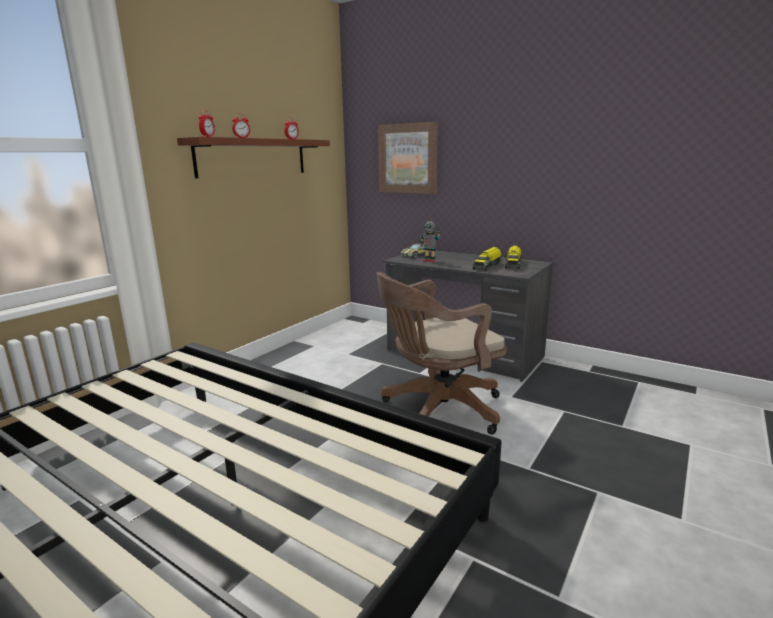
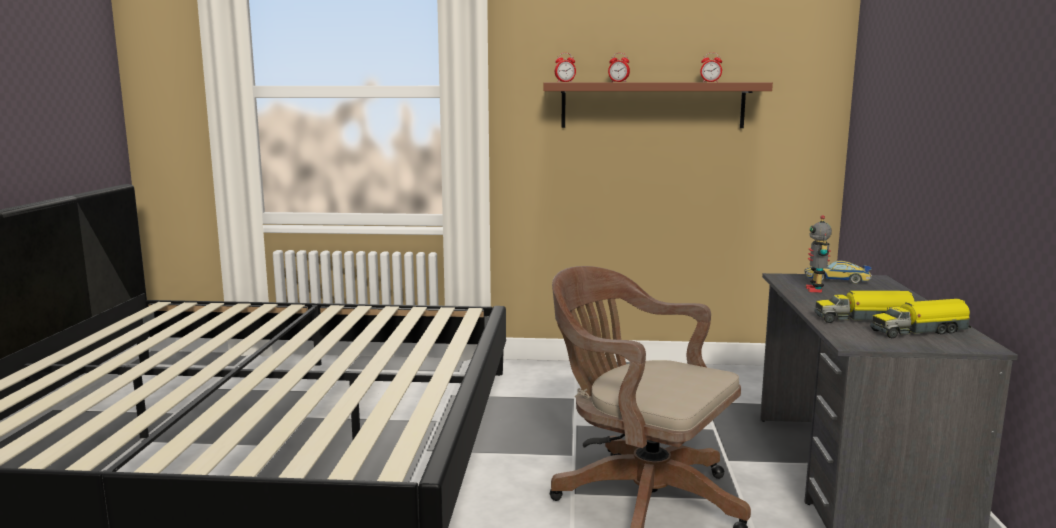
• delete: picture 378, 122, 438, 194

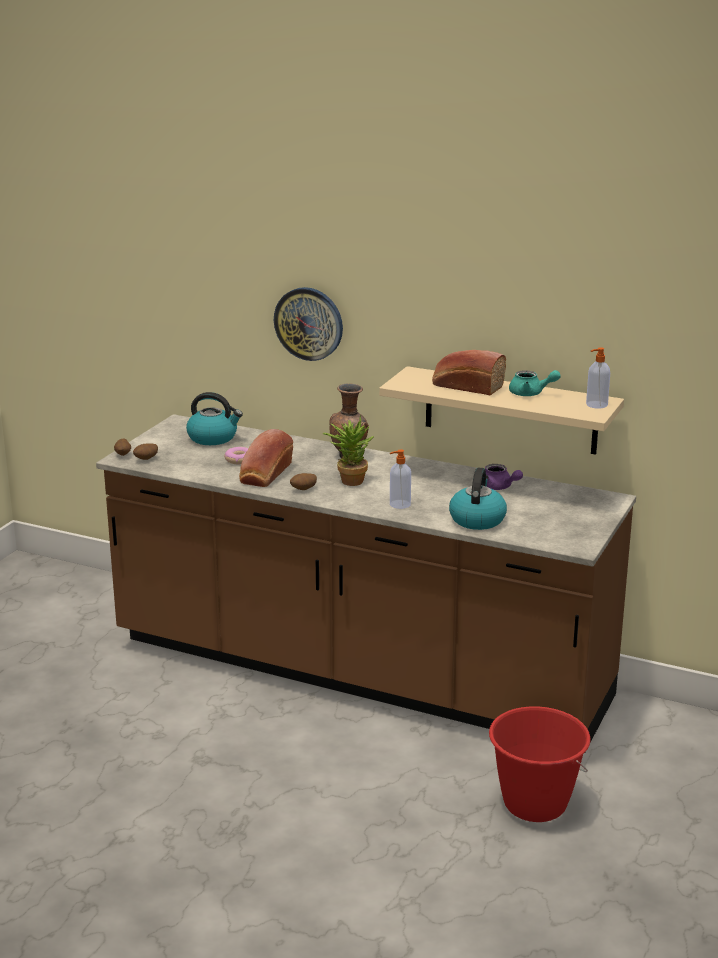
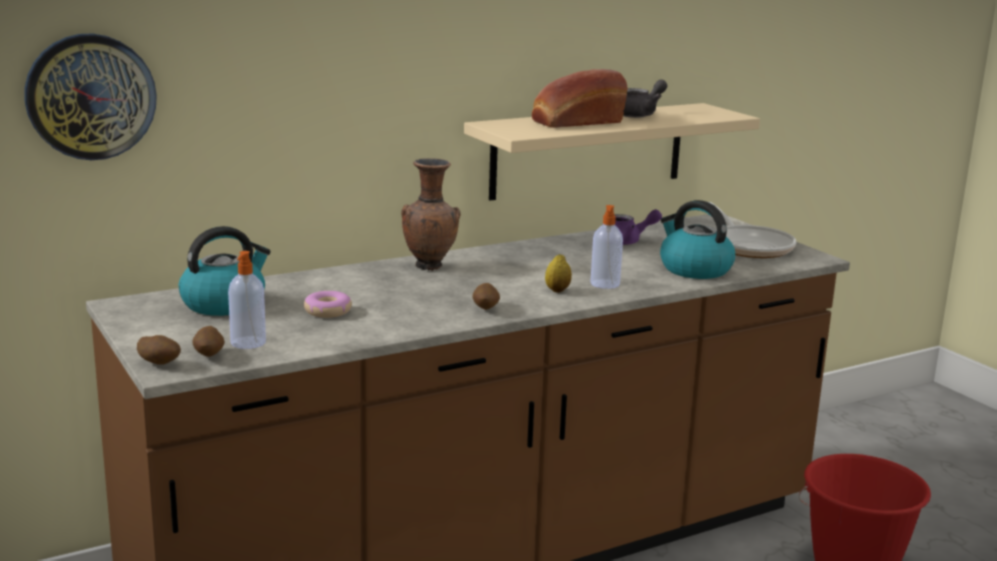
• move: wall clock 274, 287, 343, 361 to 24, 34, 157, 160
• move: soap dispenser 586, 347, 610, 409 to 228, 251, 266, 349
• recolor: turquoise teapot 509, 370, 561, 396 to grey teapot 623, 79, 667, 118
• delete: potted plant 323, 414, 374, 486
• delete: bread 239, 429, 293, 487
• insert: frying pan 709, 202, 796, 258
• insert: lemon 545, 254, 572, 293

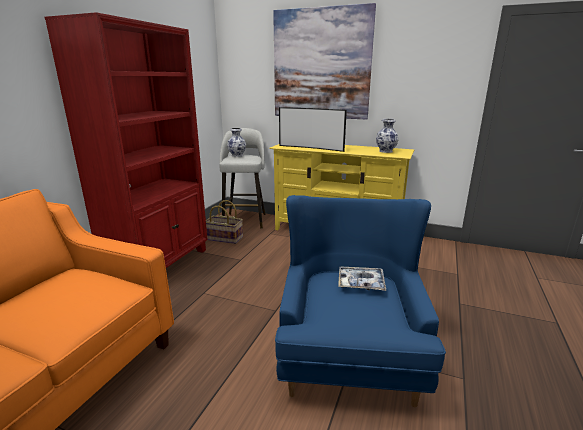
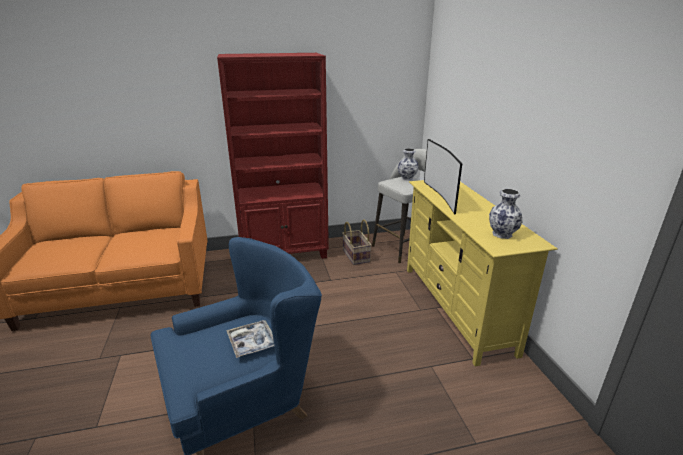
• delete: picture 273, 3, 376, 120

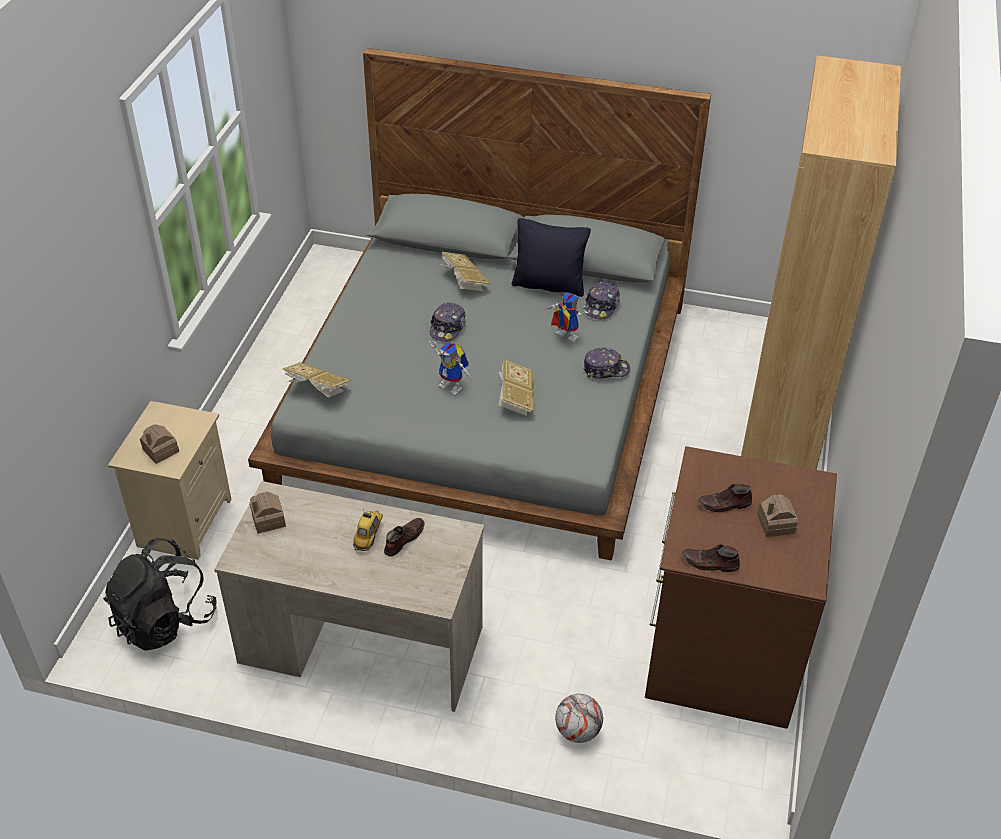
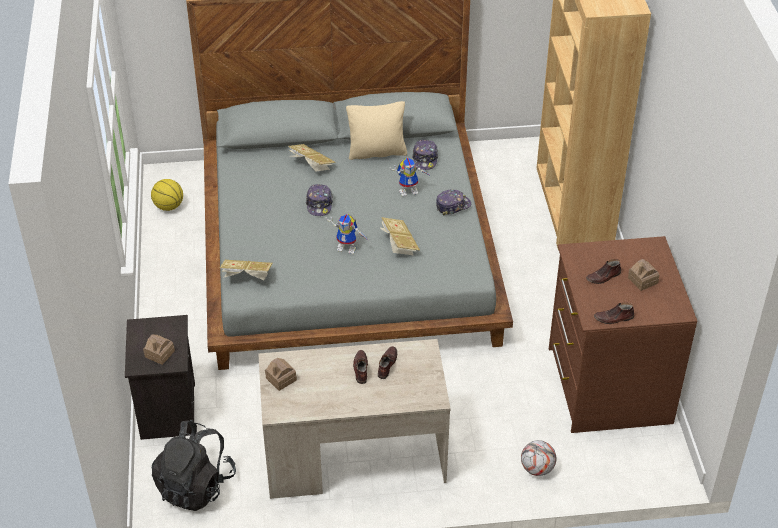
• recolor: black pillow 512, 218, 591, 297 to beige pillow 346, 101, 407, 160
• rotate: toy robot 544, 293, 590, 343 = 390, 158, 431, 197 150 degrees clockwise
• recolor: beige nightstand 108, 401, 232, 560 to black nightstand 125, 315, 195, 440
• replace: toy car 353, 510, 383, 551 to brown shoe 353, 350, 368, 384
• insert: basketball 151, 179, 183, 211

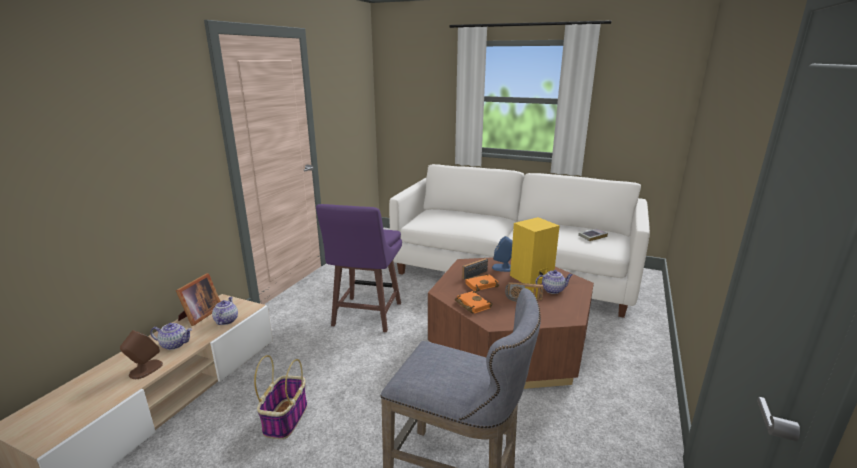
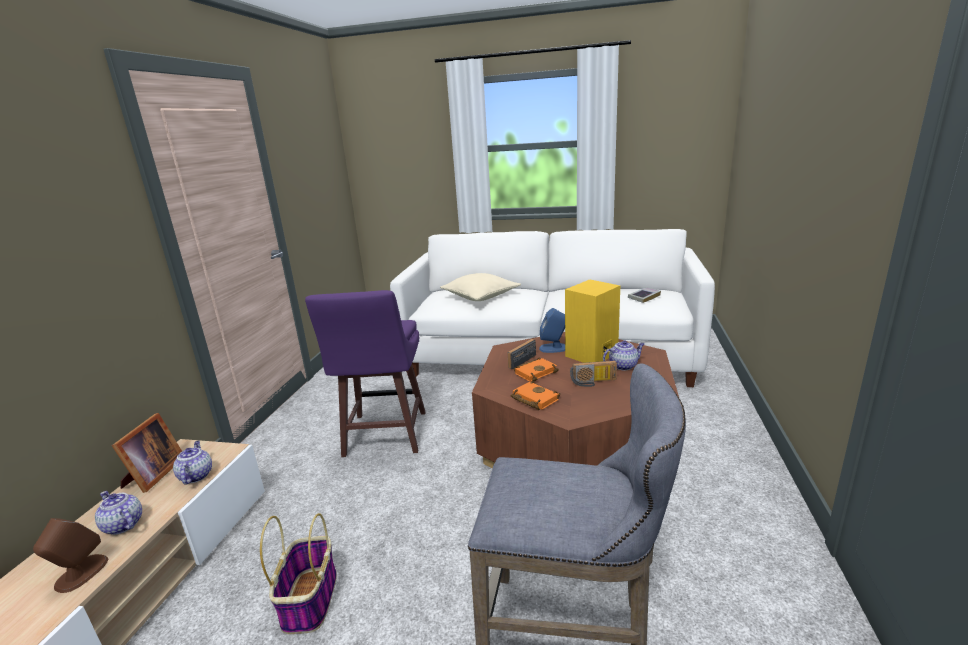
• rotate: teapot 150, 323, 192, 350 = 95, 491, 142, 535 135 degrees counterclockwise
• insert: beige pillow 440, 273, 521, 301

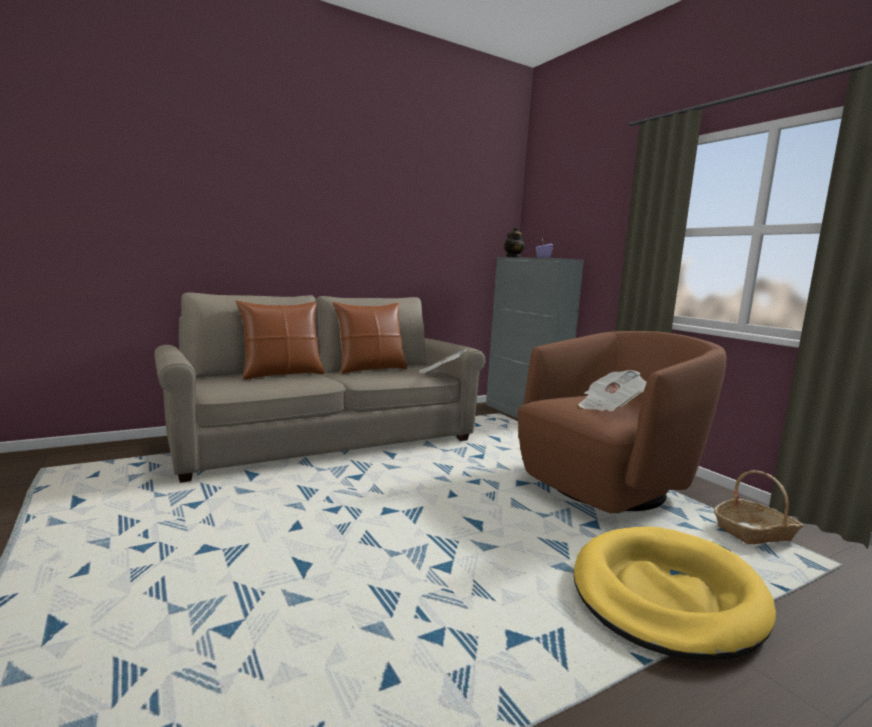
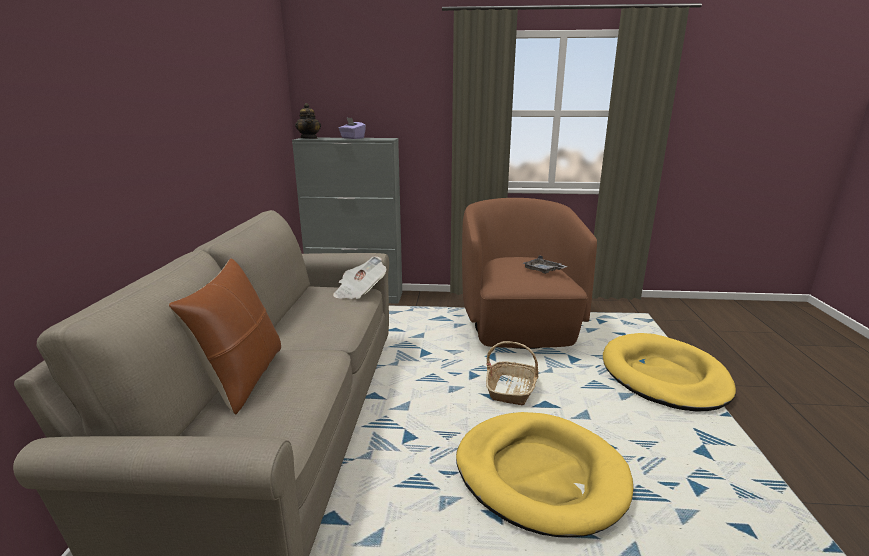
• delete: brown pillow 332, 302, 407, 374
• replace: newspaper 578, 370, 647, 411 to grey tray 523, 256, 568, 274
• move: basket 714, 470, 804, 544 to 486, 341, 539, 406
• insert: yellow dog bed 456, 412, 633, 537

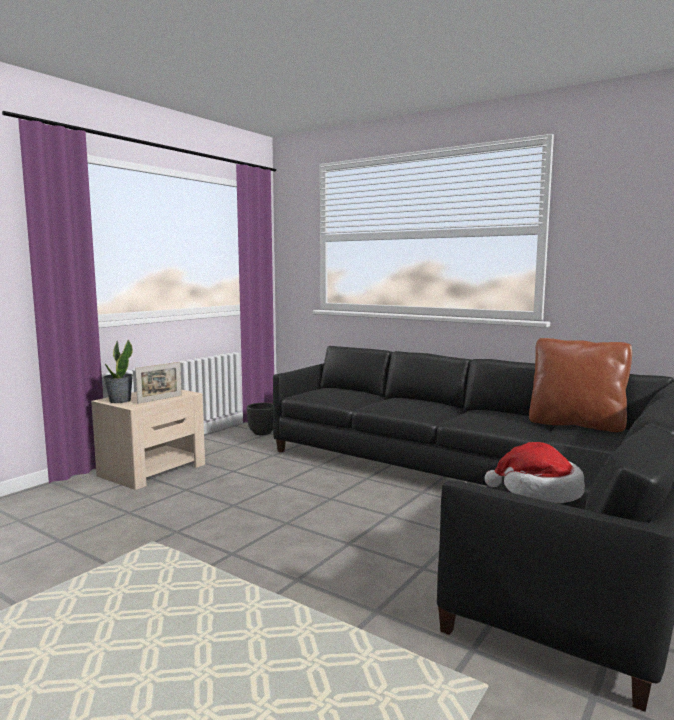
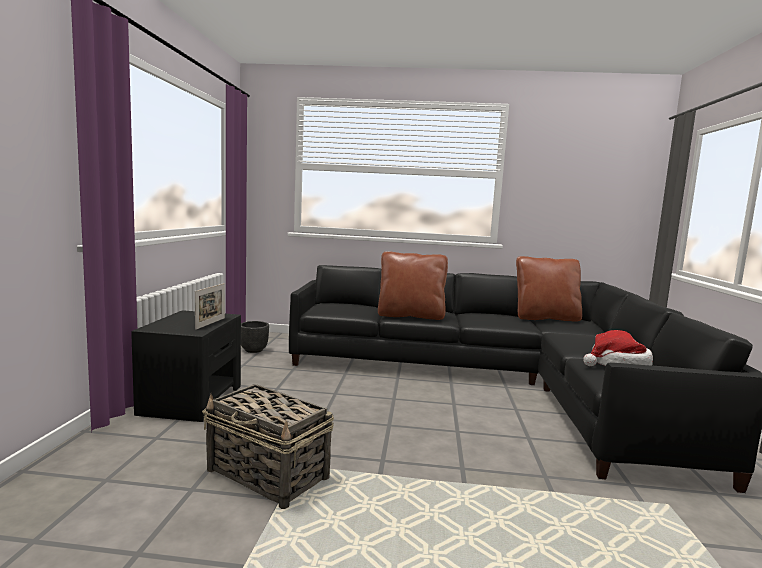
• delete: potted plant 103, 339, 133, 403
• recolor: beige nightstand 91, 390, 205, 490 to black nightstand 131, 310, 241, 422
• insert: brown pillow 378, 251, 448, 320
• insert: basket 202, 384, 334, 509

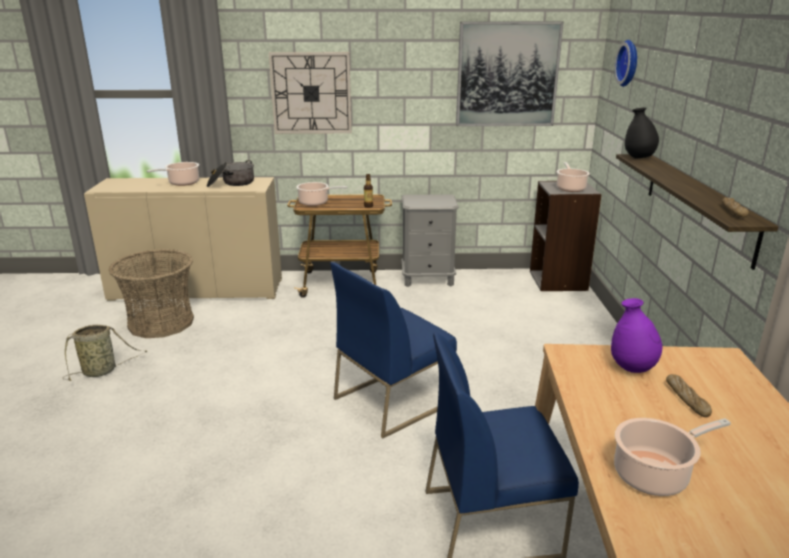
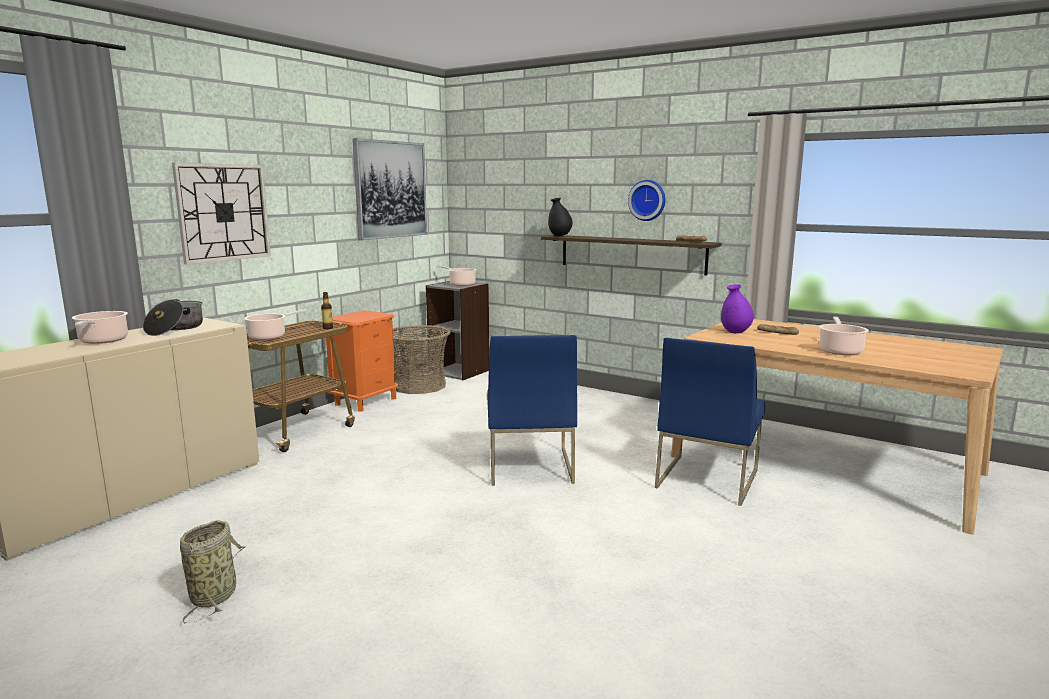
• move: wall clock 614, 40, 637, 87 to 628, 180, 666, 221
• recolor: grey nightstand 401, 194, 459, 287 to orange nightstand 326, 310, 398, 412
• move: basket 109, 249, 194, 338 to 393, 325, 451, 394

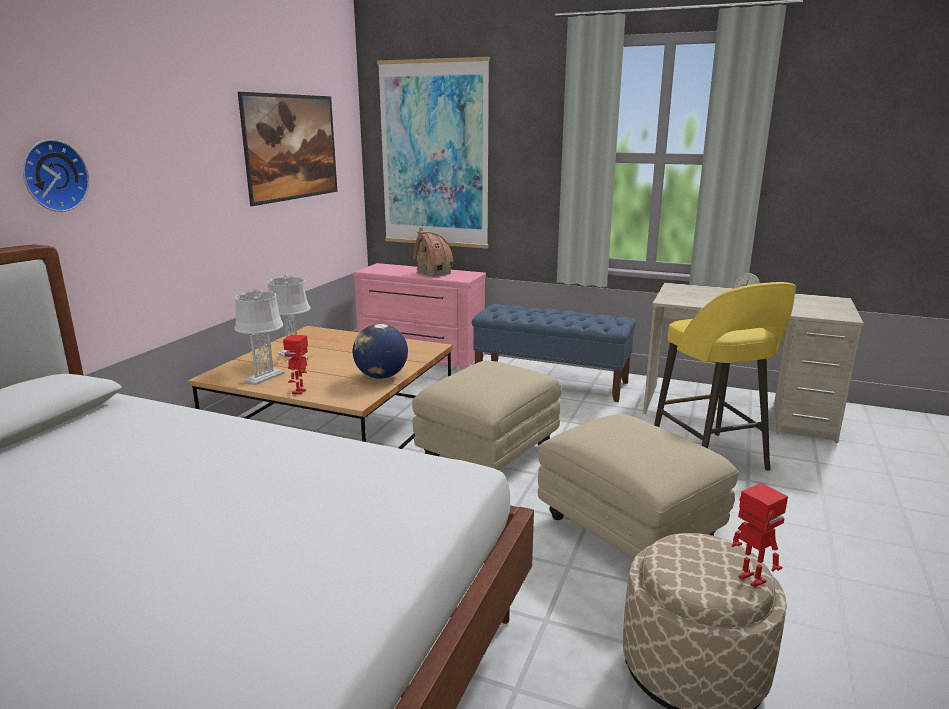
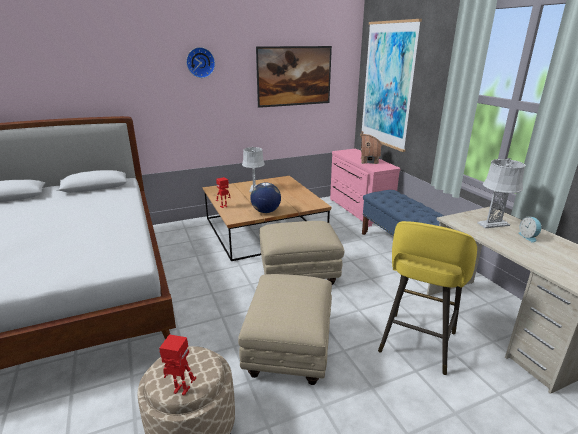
• move: wall clock 23, 139, 89, 212 to 186, 47, 215, 78
• move: grey table lamp 234, 289, 285, 385 to 477, 158, 526, 228
• rotate: toy robot 732, 483, 788, 587 = 159, 334, 196, 396 90 degrees counterclockwise

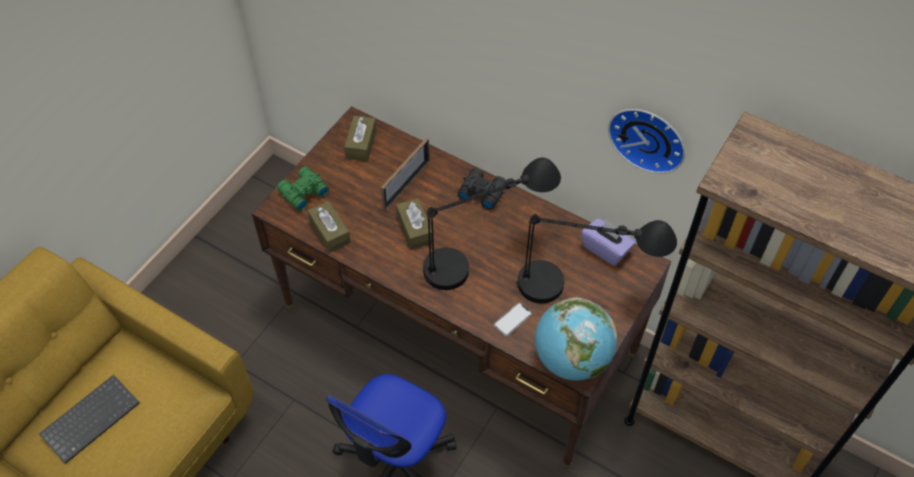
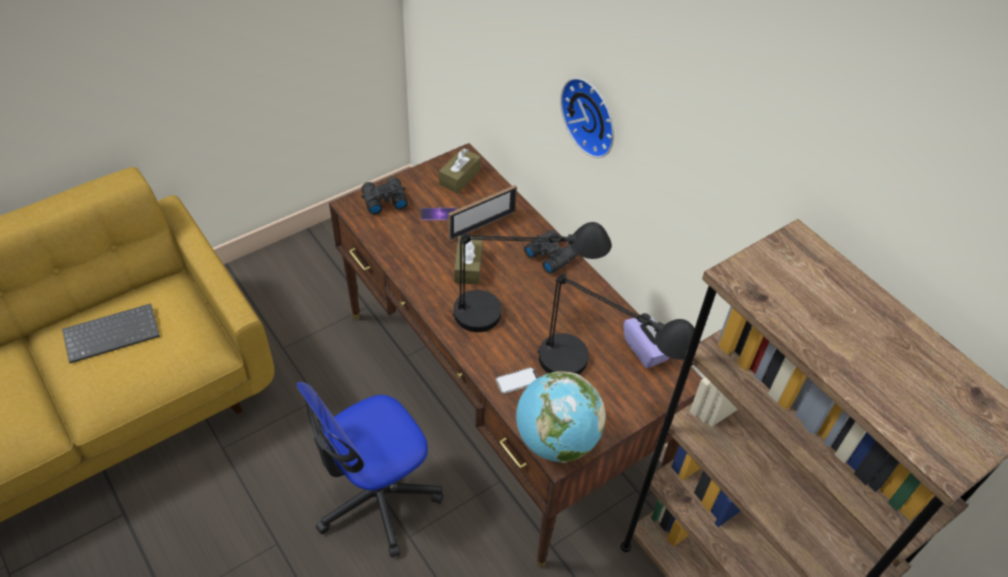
• move: wall clock 608, 109, 685, 174 to 560, 78, 614, 158
• recolor: green binoculars 277, 167, 329, 211 to black binoculars 361, 177, 408, 215
• delete: brown tissue box 308, 201, 351, 253
• insert: phone 421, 208, 457, 221

